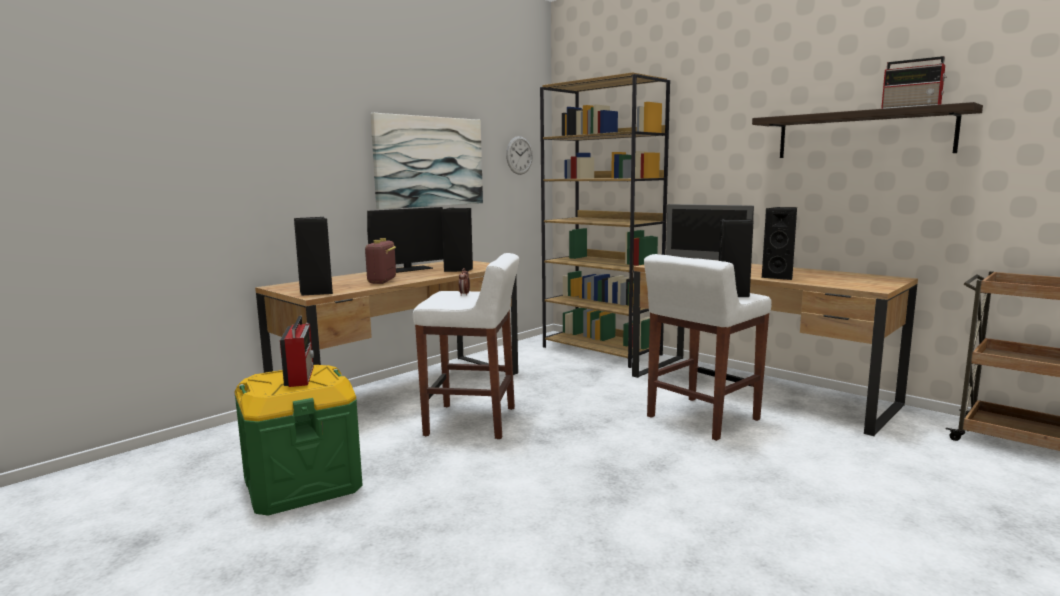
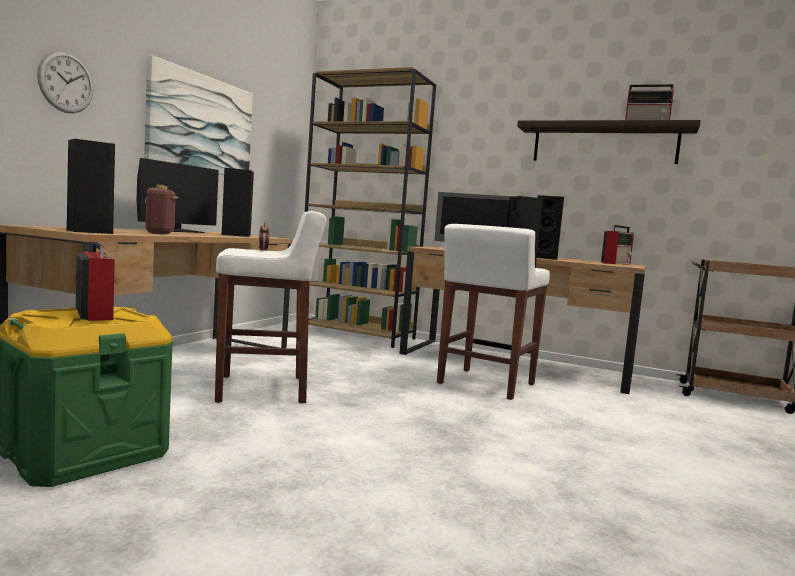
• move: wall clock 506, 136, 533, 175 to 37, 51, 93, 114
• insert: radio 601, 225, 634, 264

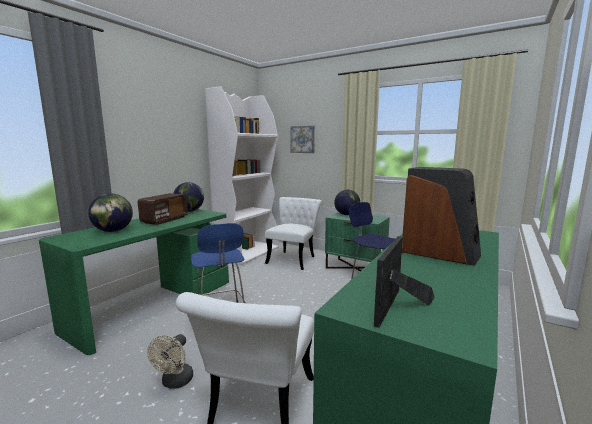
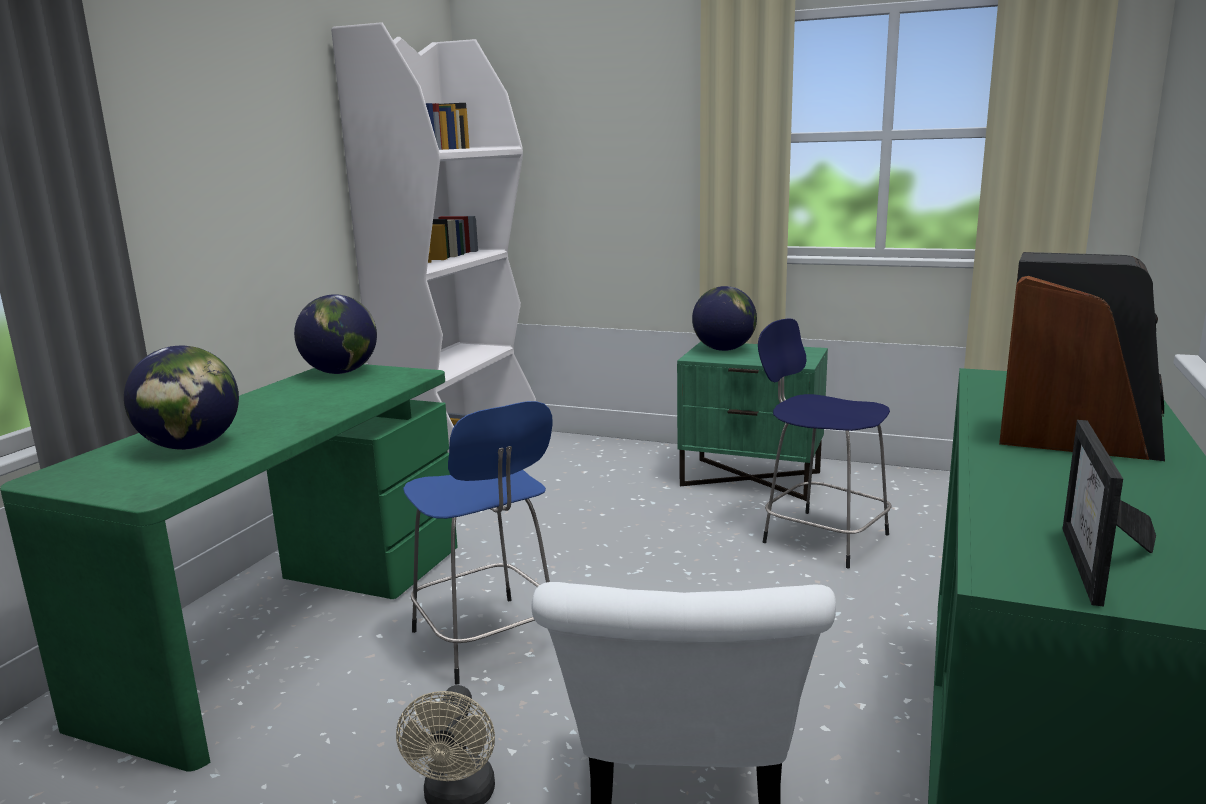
• delete: picture 291, 126, 315, 153
• delete: radio 138, 193, 188, 225
• delete: white chair 265, 197, 323, 270

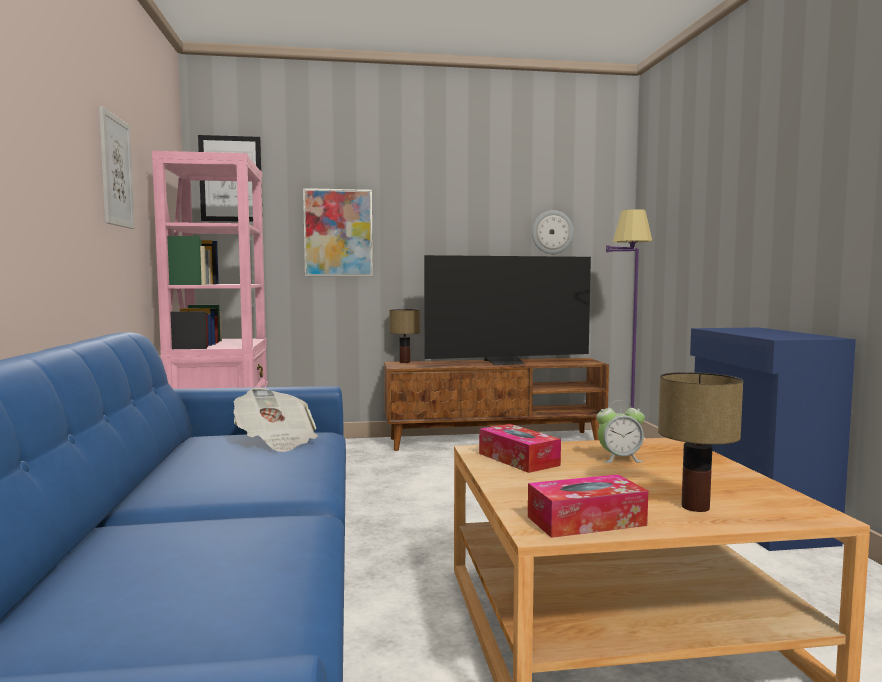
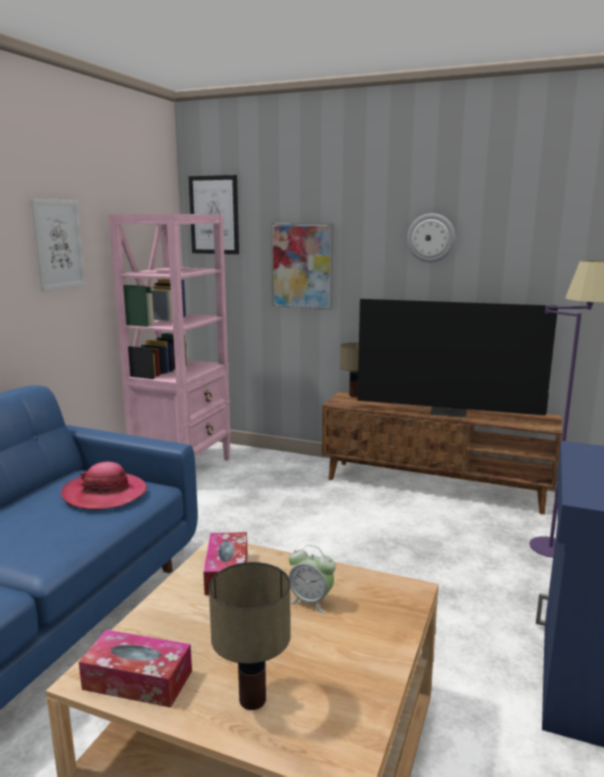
• move: wall clock 532, 210, 574, 254 to 407, 213, 455, 263
• replace: newspaper 234, 388, 318, 452 to hat 61, 462, 147, 510

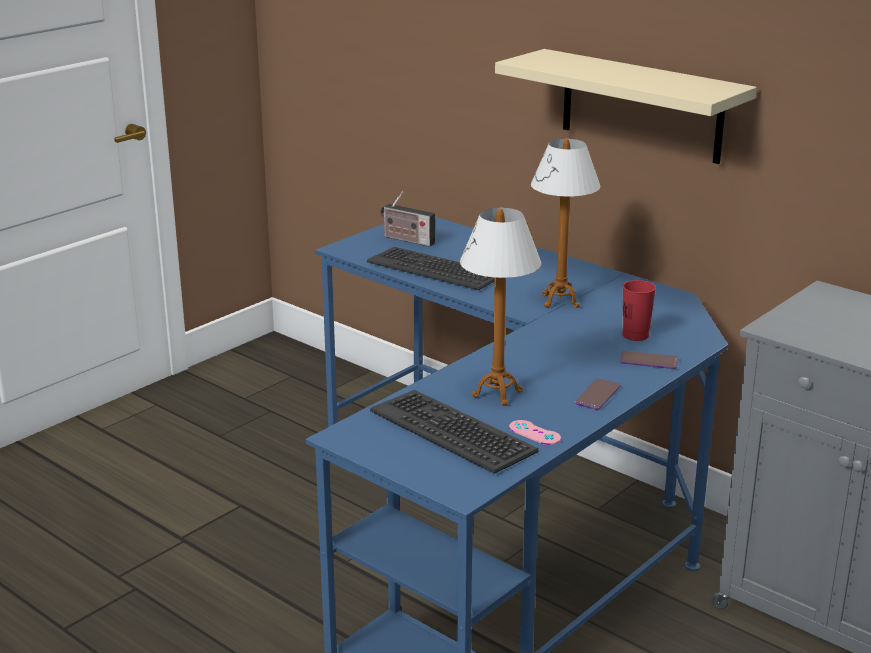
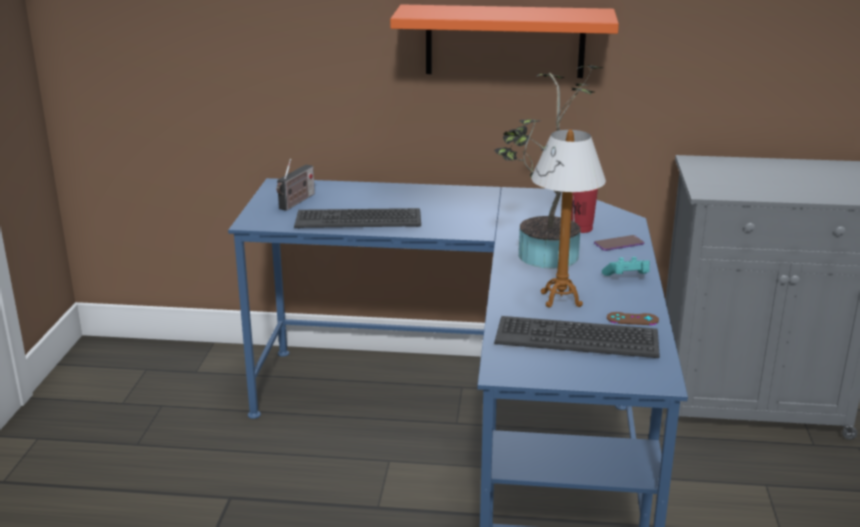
• recolor: beige shelf 495, 49, 757, 164 to orange shelf 390, 4, 619, 78
• delete: table lamp 531, 138, 600, 308
• rotate: radio 380, 191, 435, 247 = 277, 159, 315, 211 60 degrees counterclockwise
• replace: phone 575, 378, 621, 410 to turquoise game controller 602, 257, 650, 276
• recolor: pink game controller 509, 420, 561, 445 to brown game controller 607, 312, 659, 325
• insert: potted plant 494, 65, 604, 269

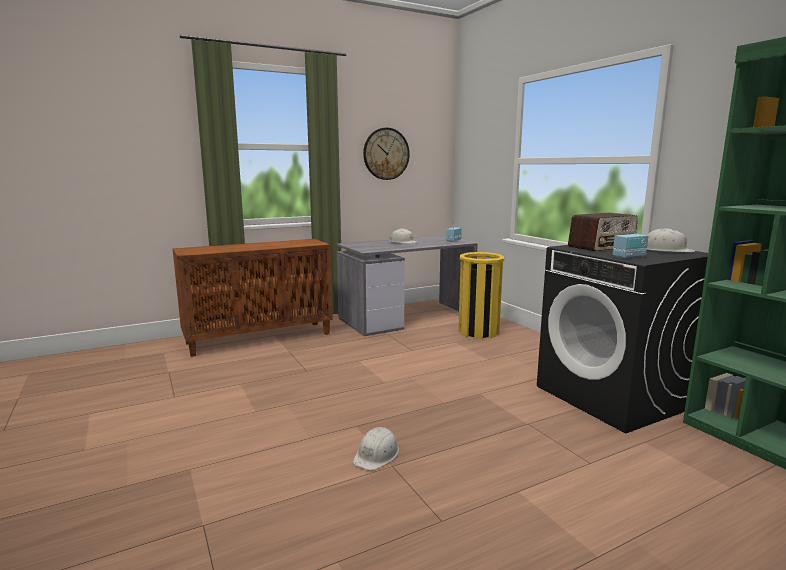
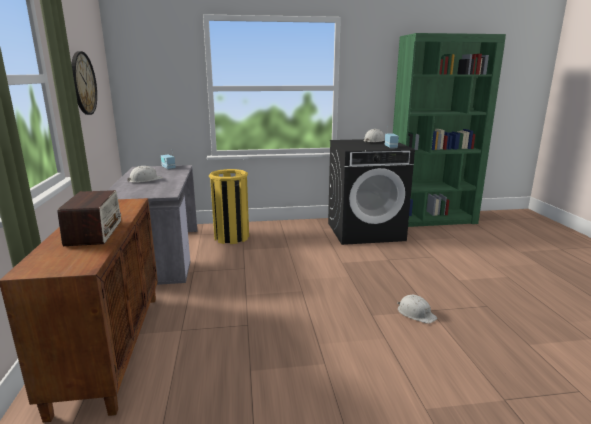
• move: radio 568, 213, 637, 251 to 58, 190, 121, 246

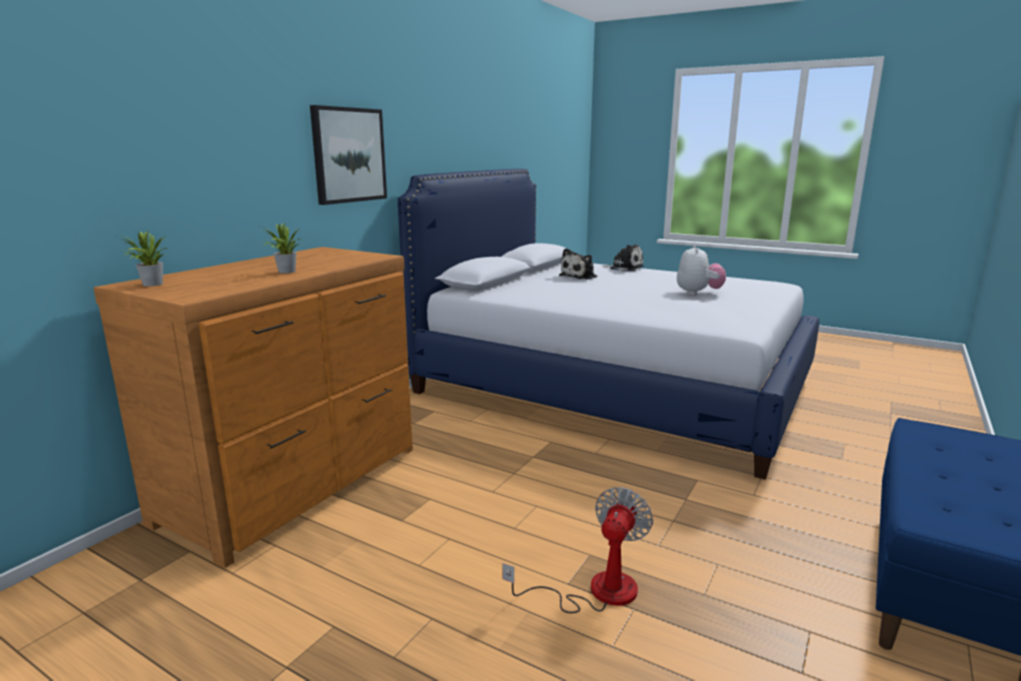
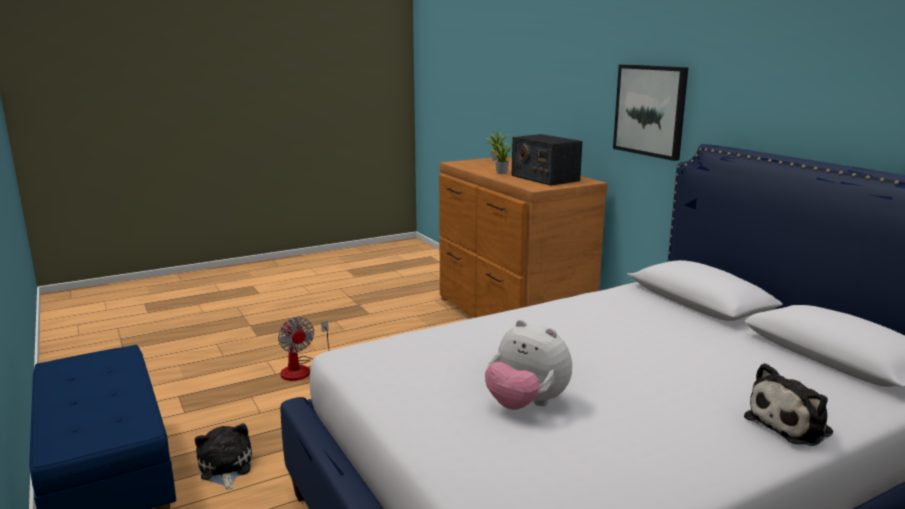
• move: plush toy 559, 248, 597, 280 to 195, 423, 252, 490
• insert: radio 512, 134, 582, 186

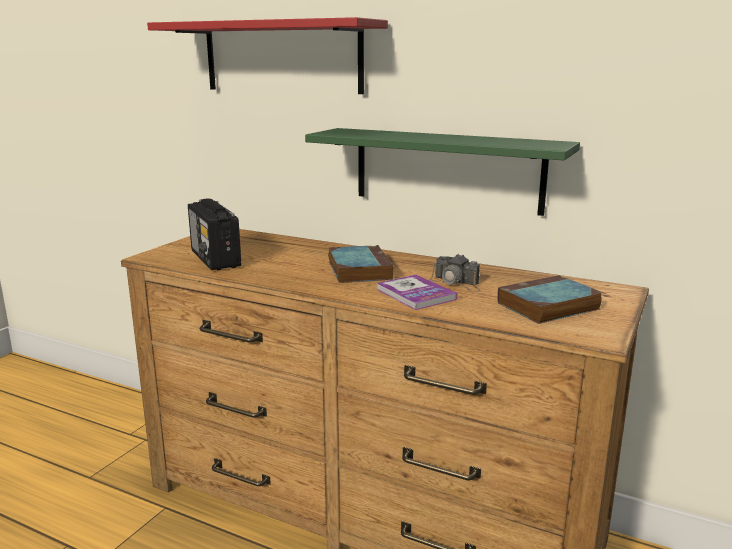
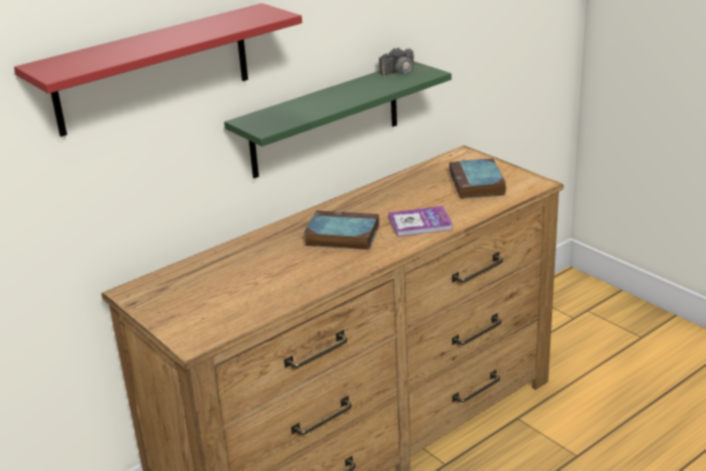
• delete: radio 188, 198, 241, 270
• move: photo camera 430, 254, 481, 292 to 379, 47, 428, 77

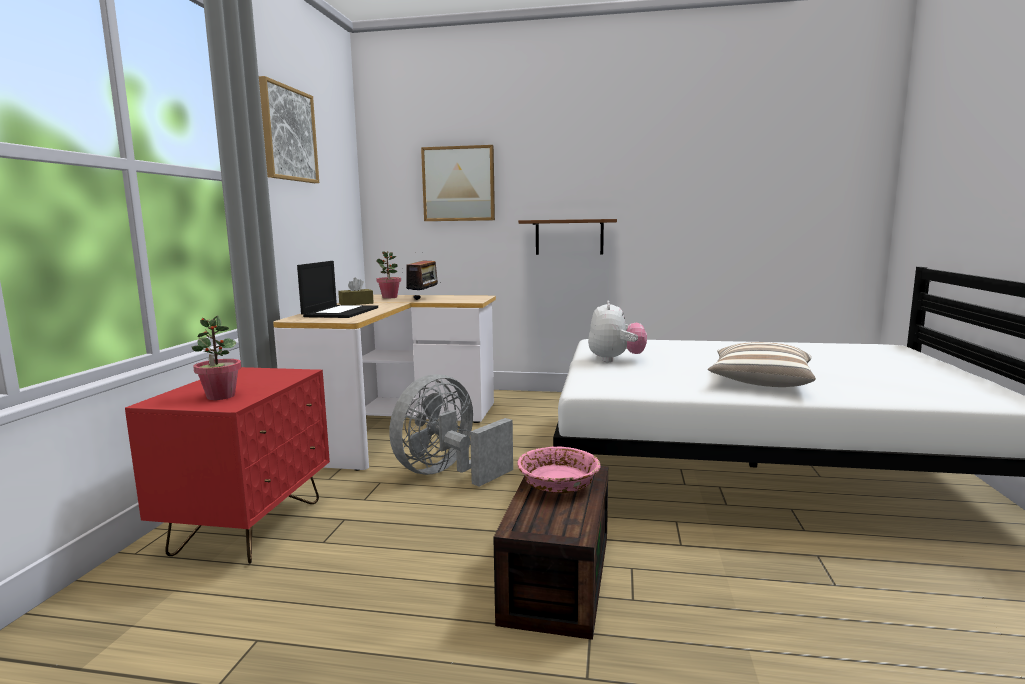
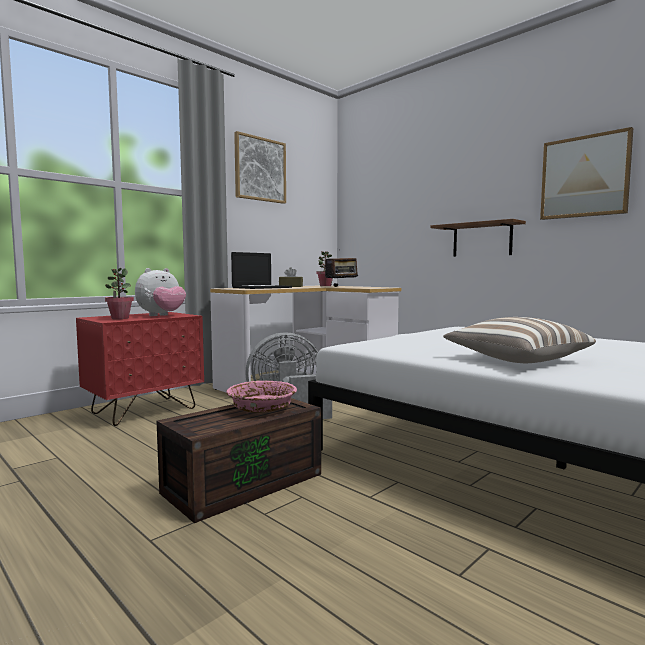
• move: picture 421, 145, 495, 221 to 540, 127, 633, 220
• move: plush toy 588, 300, 647, 362 to 135, 268, 186, 316

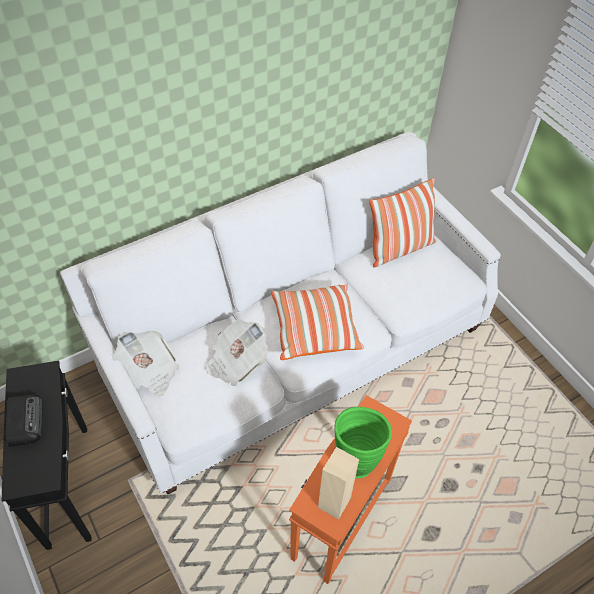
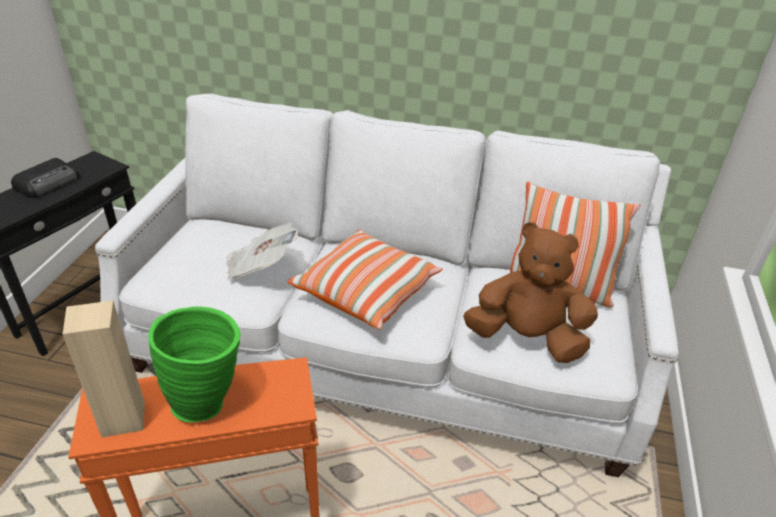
• delete: newspaper 112, 331, 179, 396
• insert: brown plush toy 463, 222, 598, 363

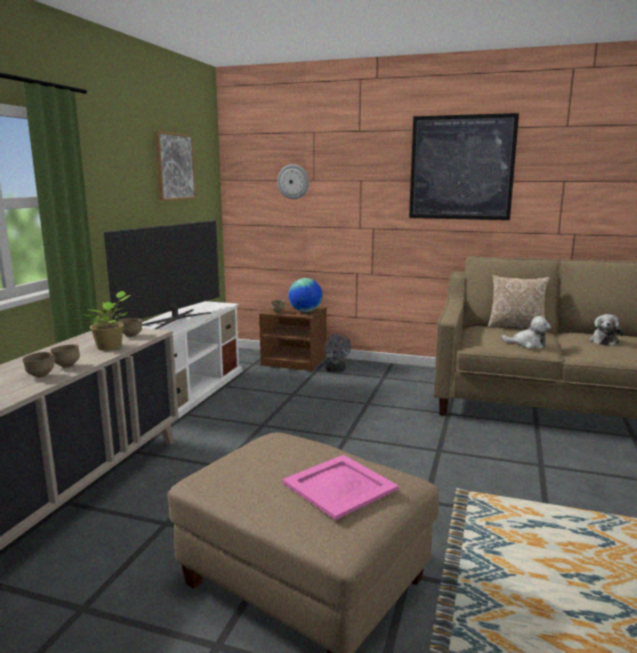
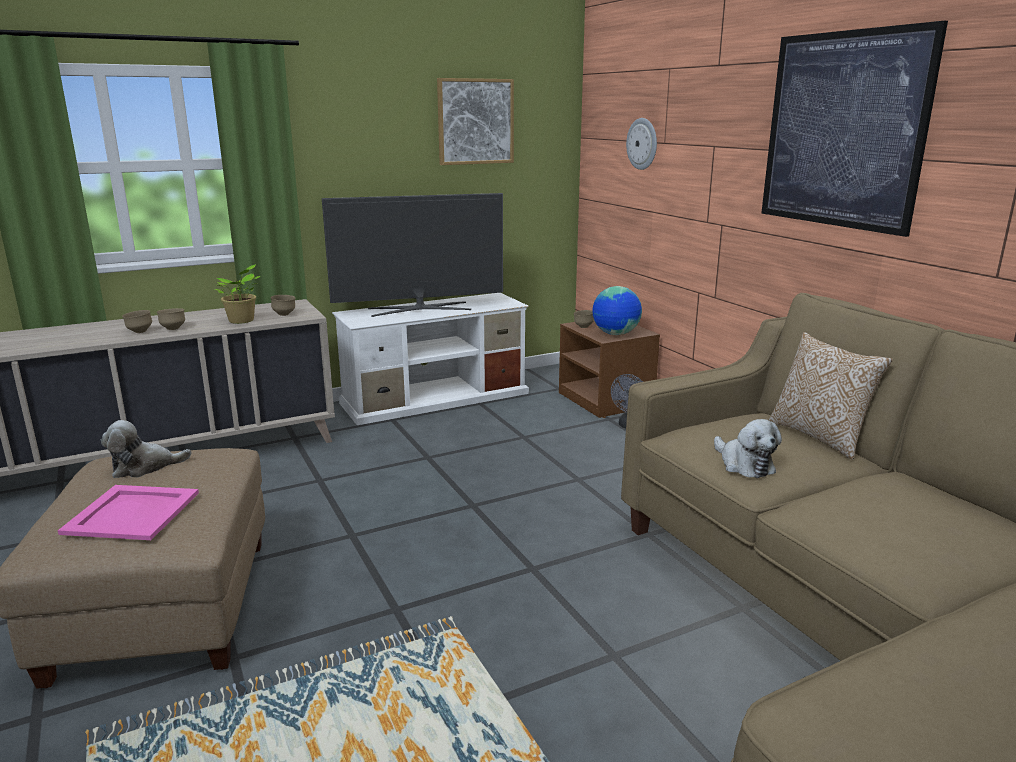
• move: plush toy 589, 314, 624, 346 to 101, 420, 192, 478

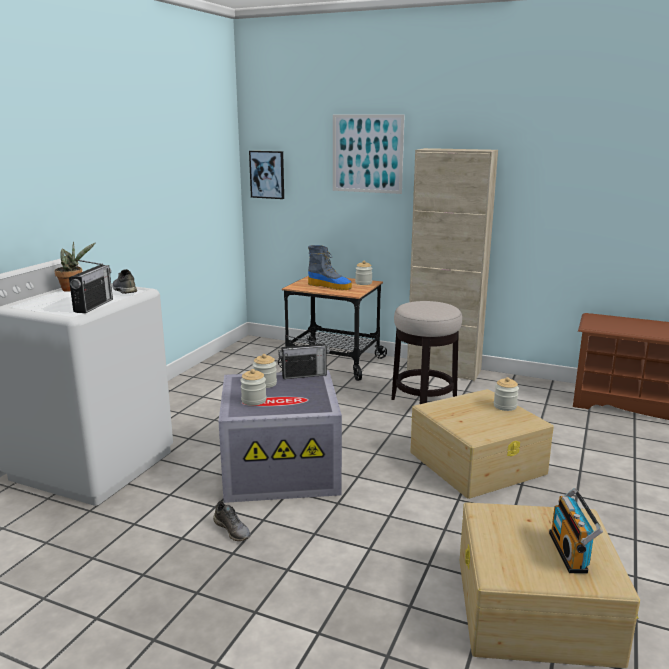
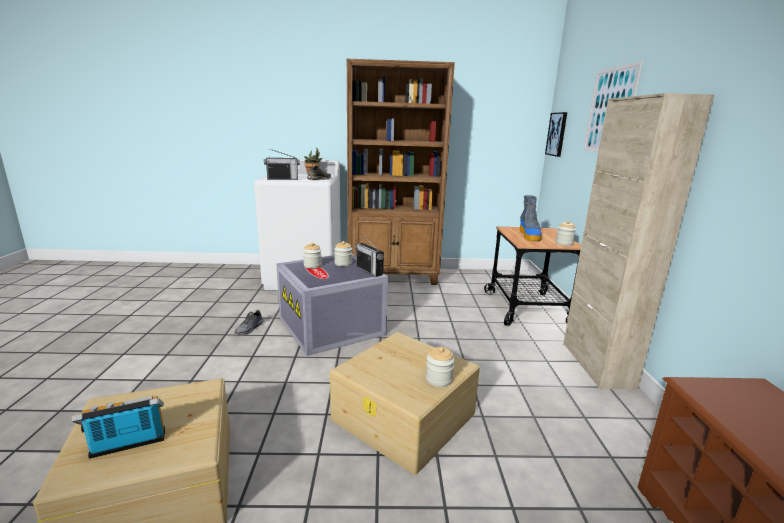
• delete: stool 391, 301, 462, 404
• insert: brown bookcase 347, 59, 455, 285

